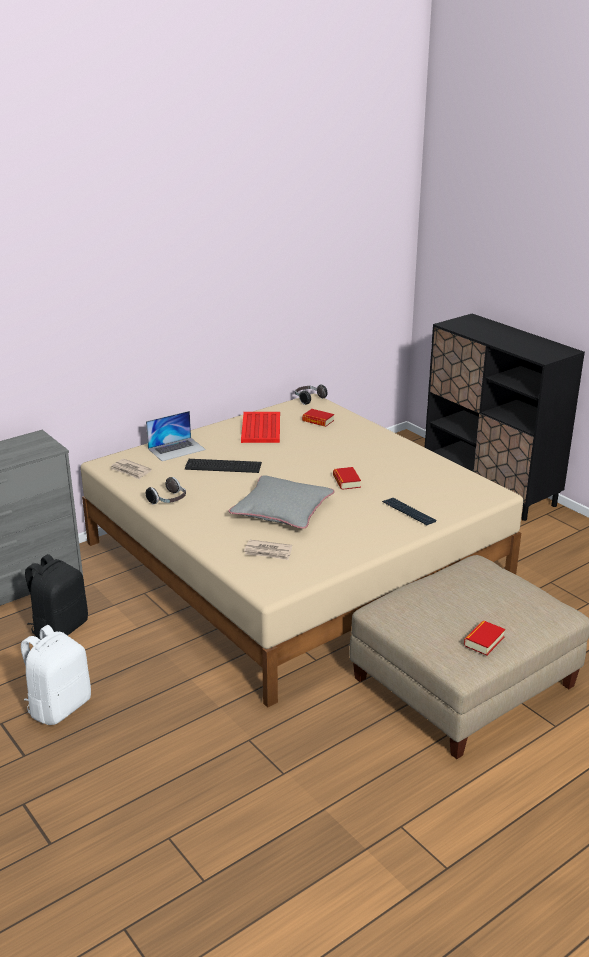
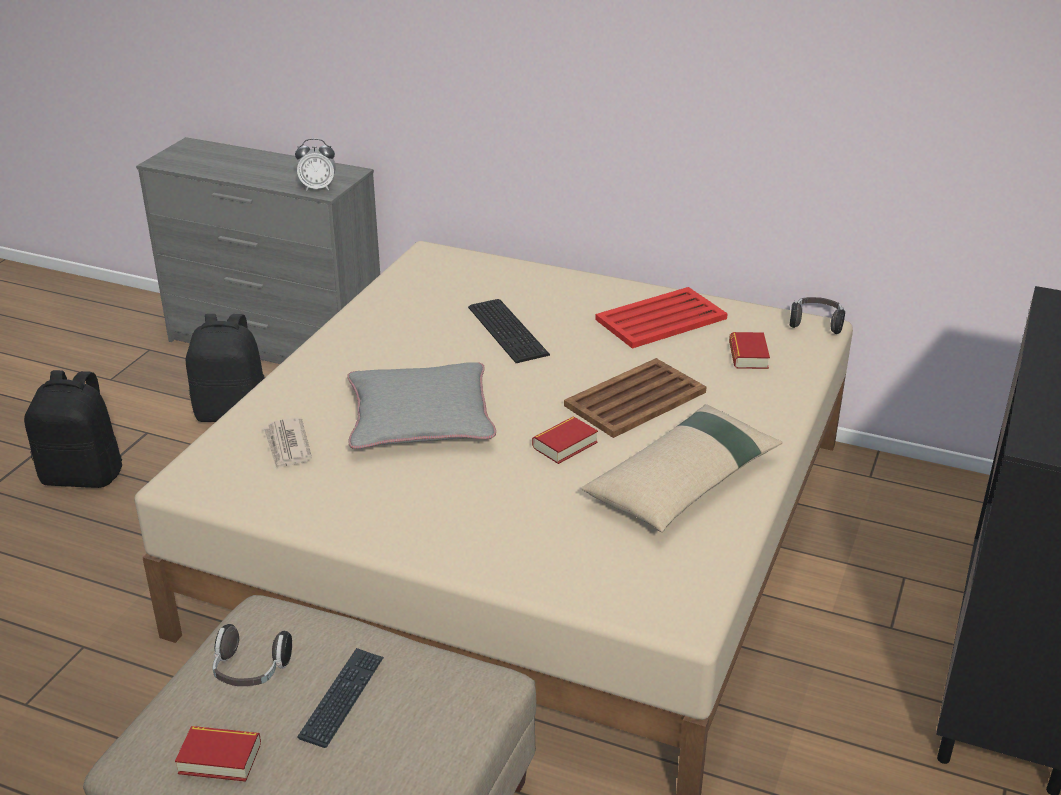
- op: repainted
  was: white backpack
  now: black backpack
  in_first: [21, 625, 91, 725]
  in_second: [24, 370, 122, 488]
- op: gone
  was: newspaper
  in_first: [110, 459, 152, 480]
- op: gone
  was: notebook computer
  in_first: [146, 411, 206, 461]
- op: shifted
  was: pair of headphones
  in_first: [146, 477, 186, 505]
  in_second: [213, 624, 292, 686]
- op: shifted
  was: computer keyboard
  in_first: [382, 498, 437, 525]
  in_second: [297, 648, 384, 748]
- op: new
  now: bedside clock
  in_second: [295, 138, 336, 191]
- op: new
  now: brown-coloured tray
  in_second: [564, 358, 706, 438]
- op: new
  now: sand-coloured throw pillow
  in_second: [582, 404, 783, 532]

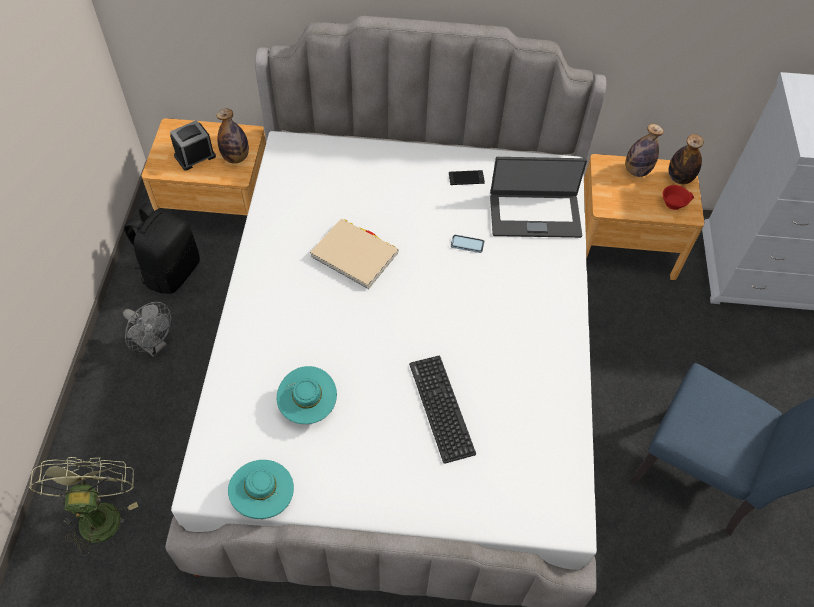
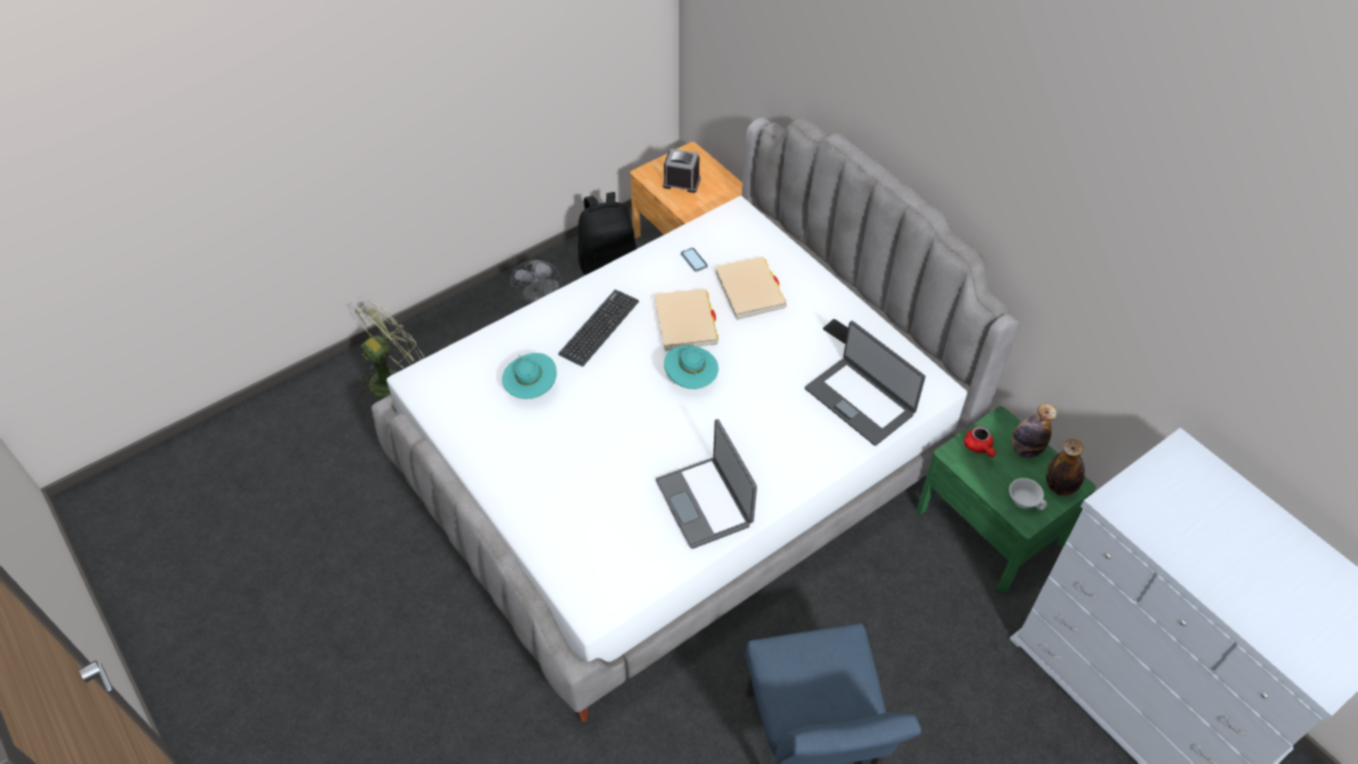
- op: gone
  was: bottle
  in_first: [216, 109, 249, 164]
- op: shifted
  was: blue-green hat
  in_first: [228, 460, 294, 519]
  in_second: [664, 345, 718, 389]
- op: shifted
  was: computer keyboard
  in_first: [409, 355, 476, 464]
  in_second: [558, 290, 639, 367]
- op: shifted
  was: phone
  in_first: [451, 235, 484, 253]
  in_second: [681, 248, 708, 272]
- op: repainted
  was: brown-coloured bedside table
  now: green bedside table
  in_first: [584, 154, 704, 280]
  in_second: [916, 406, 1096, 593]
- op: repainted
  was: red cup
  now: white cup
  in_first: [663, 185, 694, 210]
  in_second: [1009, 478, 1047, 510]
- op: new
  now: notebook computer
  in_second: [656, 419, 757, 549]
- op: new
  now: sand-coloured bound book
  in_second: [715, 257, 787, 320]
- op: new
  now: red tea pot
  in_second: [963, 426, 996, 457]

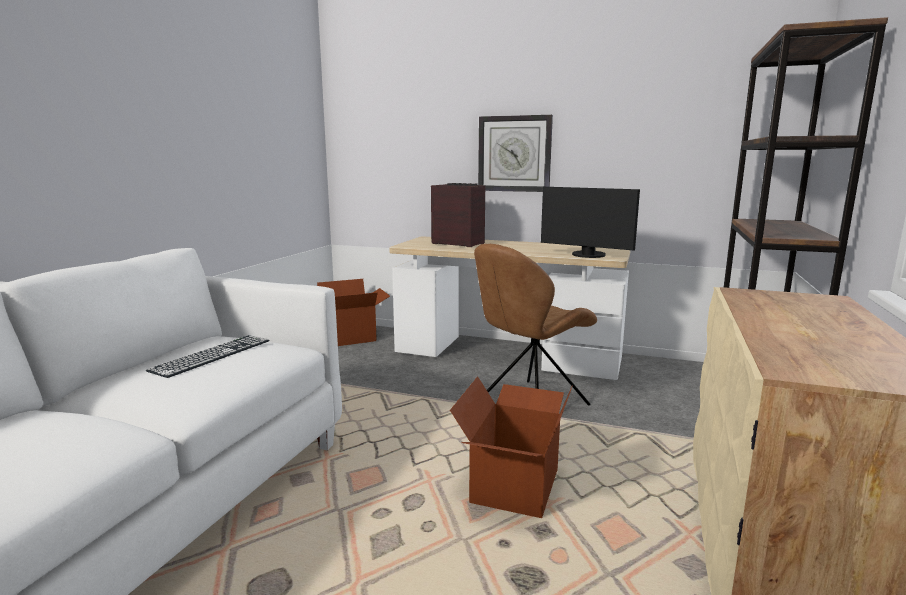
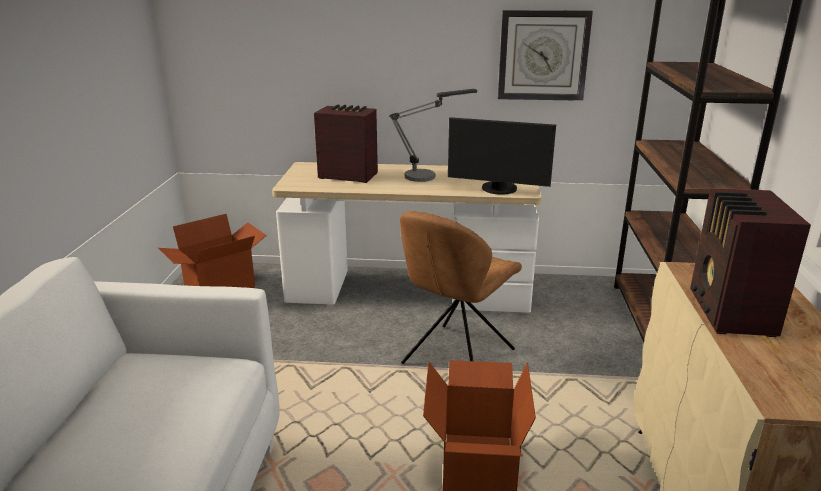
- op: gone
  was: computer keyboard
  in_first: [146, 335, 270, 378]
- op: shifted
  was: wall clock
  in_first: [478, 115, 553, 192]
  in_second: [498, 10, 593, 101]
- op: new
  now: tabletop lamp
  in_second: [389, 89, 477, 182]
- op: new
  now: radio
  in_second: [690, 188, 811, 337]

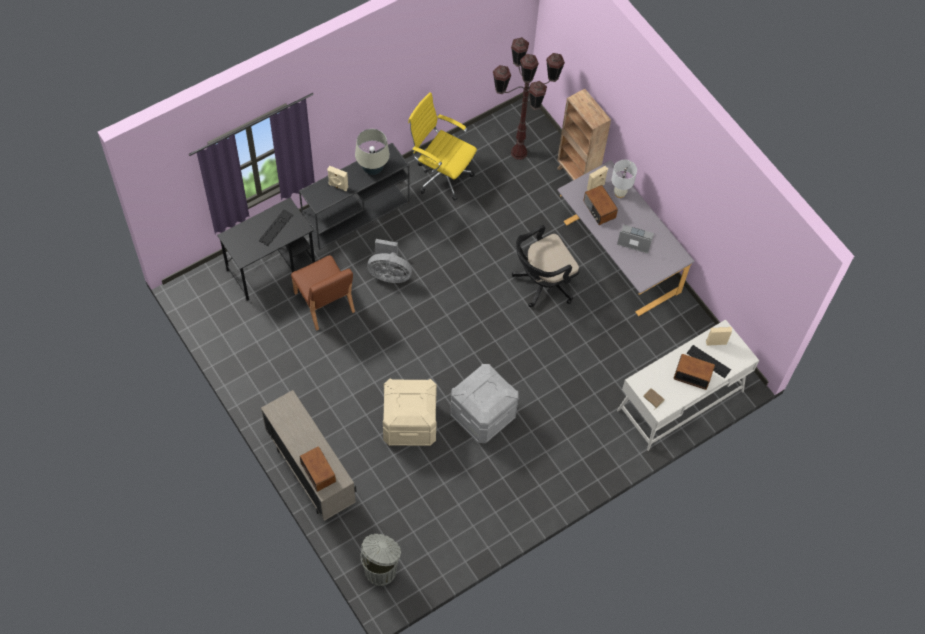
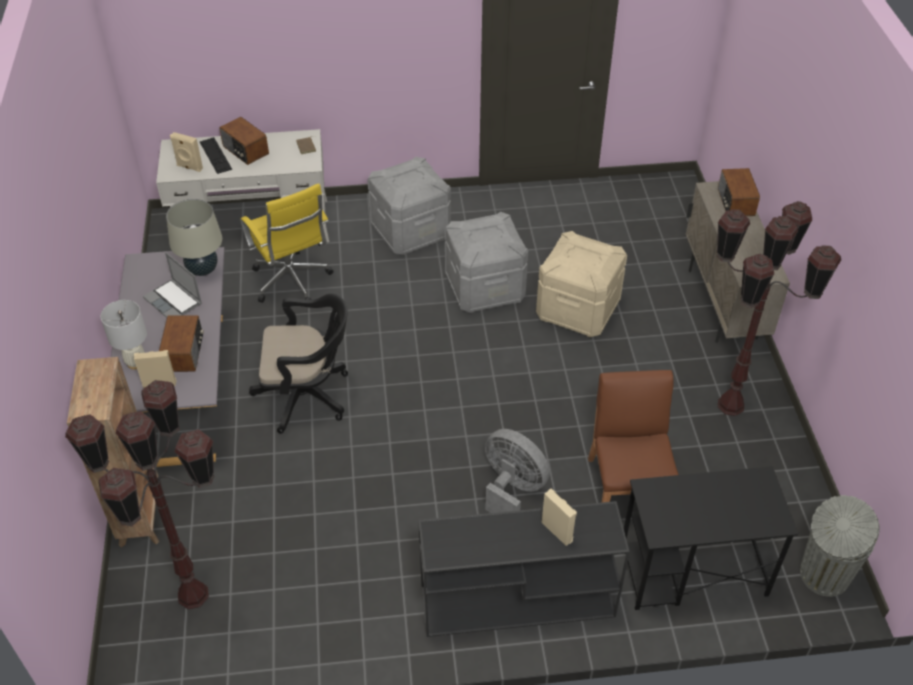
- op: gone
  was: computer keyboard
  in_first: [259, 209, 293, 246]
- op: shifted
  was: sand-coloured tabletop lamp
  in_first: [355, 129, 390, 175]
  in_second: [166, 199, 222, 276]
- op: shifted
  was: greyish trash can
  in_first: [360, 534, 401, 586]
  in_second: [800, 495, 880, 597]
- op: shifted
  was: yellow office chair
  in_first: [408, 92, 477, 201]
  in_second: [240, 183, 334, 303]
- op: new
  now: greyish storage bin
  in_second: [367, 157, 451, 255]
- op: new
  now: brown-coloured standard lamp
  in_second: [717, 201, 841, 416]

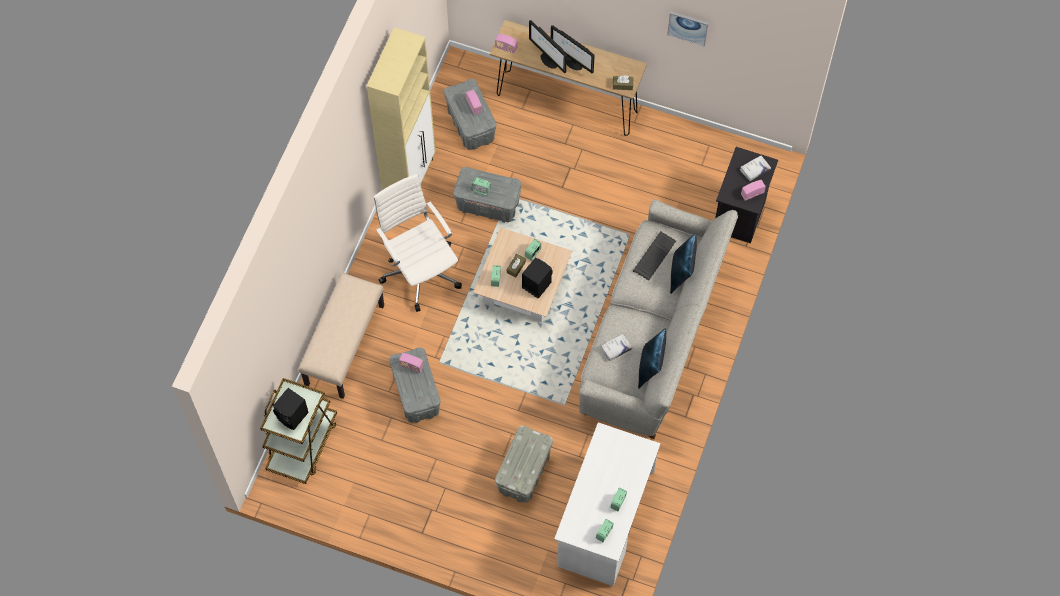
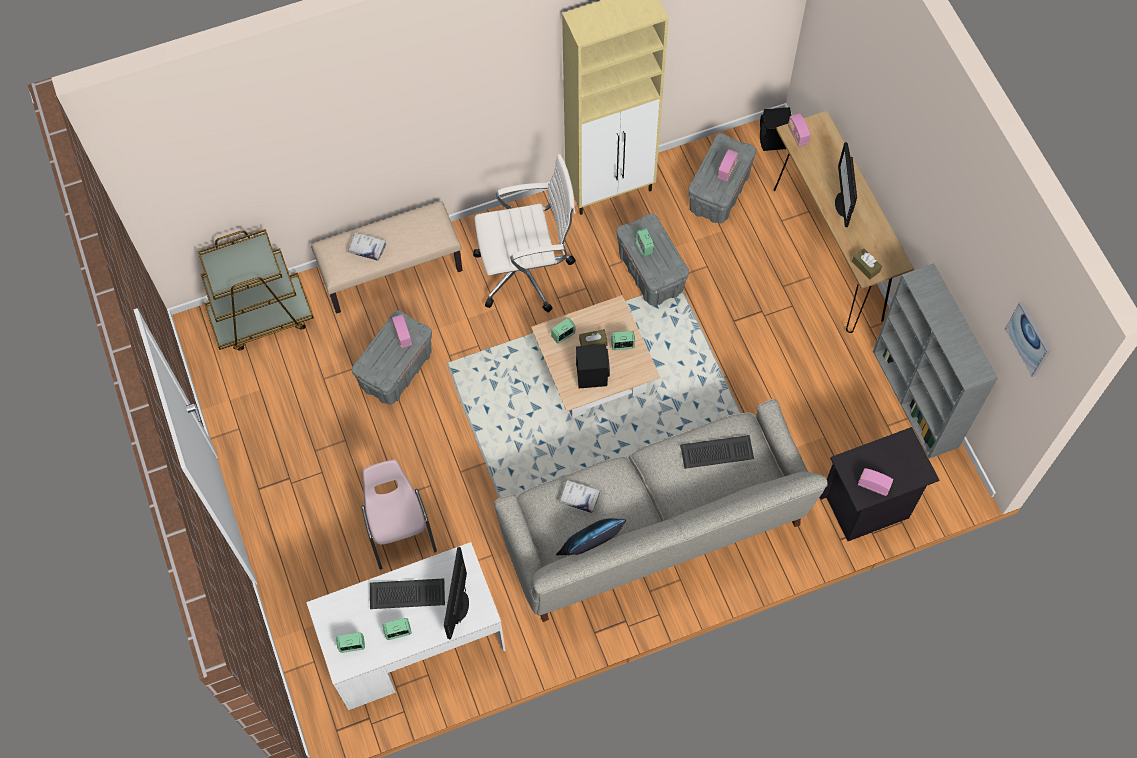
- op: shifted
  was: black speaker
  in_first: [273, 388, 309, 430]
  in_second: [760, 107, 791, 151]
- op: rotated
  was: white office chair
  in_first: [374, 174, 462, 312]
  in_second: [473, 154, 576, 313]
  clockwise: 60
- op: swapped
  was: greyish storage bin
  now: pink-coloured chair
  in_first: [495, 426, 553, 503]
  in_second: [361, 459, 437, 569]
- op: shifted
  was: monitor
  in_first: [529, 20, 567, 73]
  in_second: [444, 547, 469, 639]
- op: shifted
  was: picture
  in_first: [667, 11, 709, 47]
  in_second: [1005, 301, 1051, 377]
- op: gone
  was: blue-coloured throw pillow
  in_first: [670, 233, 697, 294]
- op: shifted
  was: white bound book
  in_first: [740, 155, 771, 181]
  in_second: [348, 233, 386, 261]
- op: new
  now: computer keyboard
  in_second: [370, 578, 445, 609]
- op: new
  now: greyish bookshelf
  in_second: [873, 263, 998, 459]

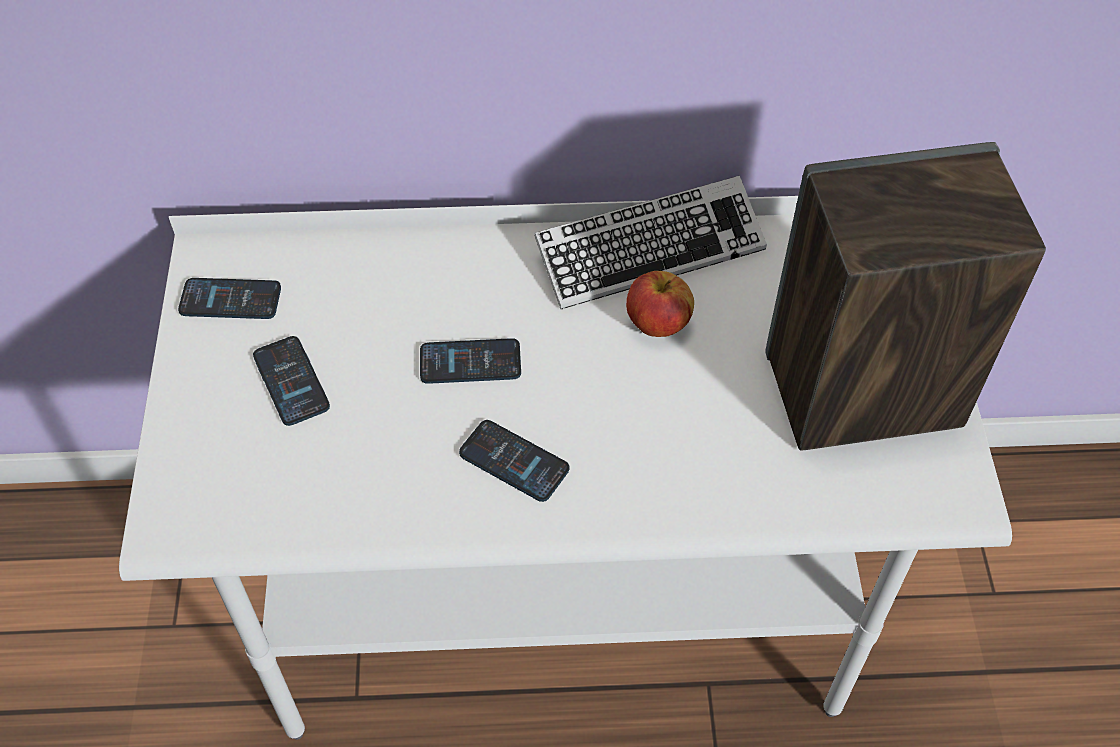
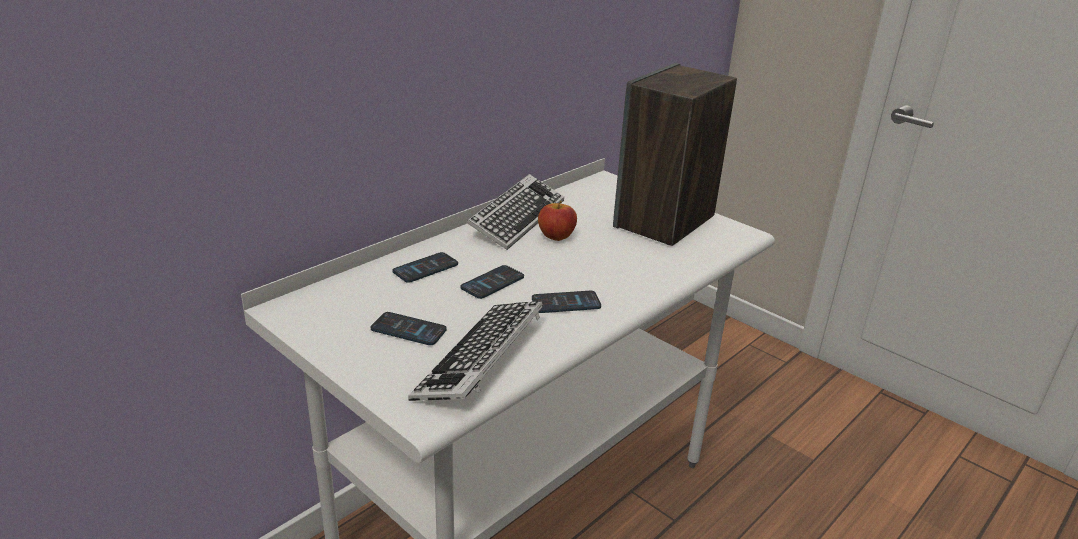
- op: shifted
  was: phone
  in_first: [178, 278, 281, 319]
  in_second: [393, 252, 458, 283]
- op: new
  now: computer keyboard
  in_second: [408, 301, 543, 401]

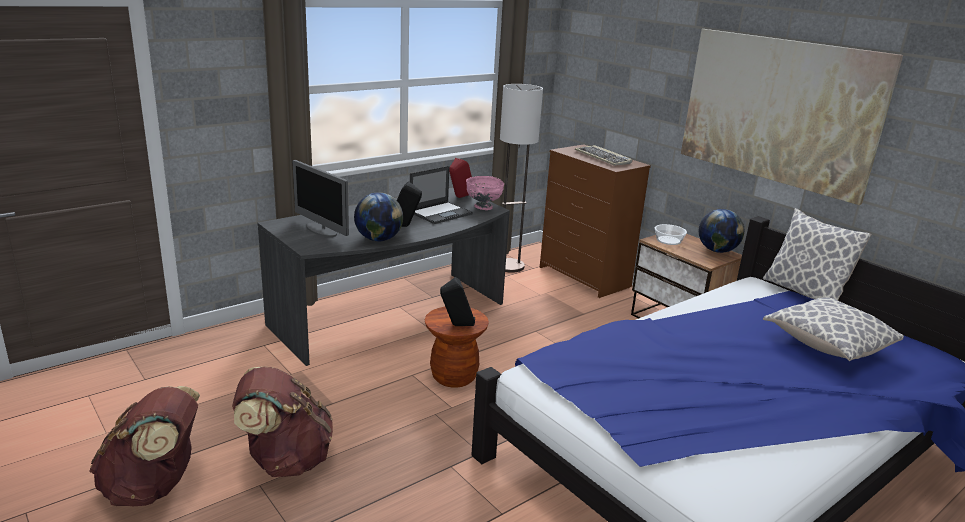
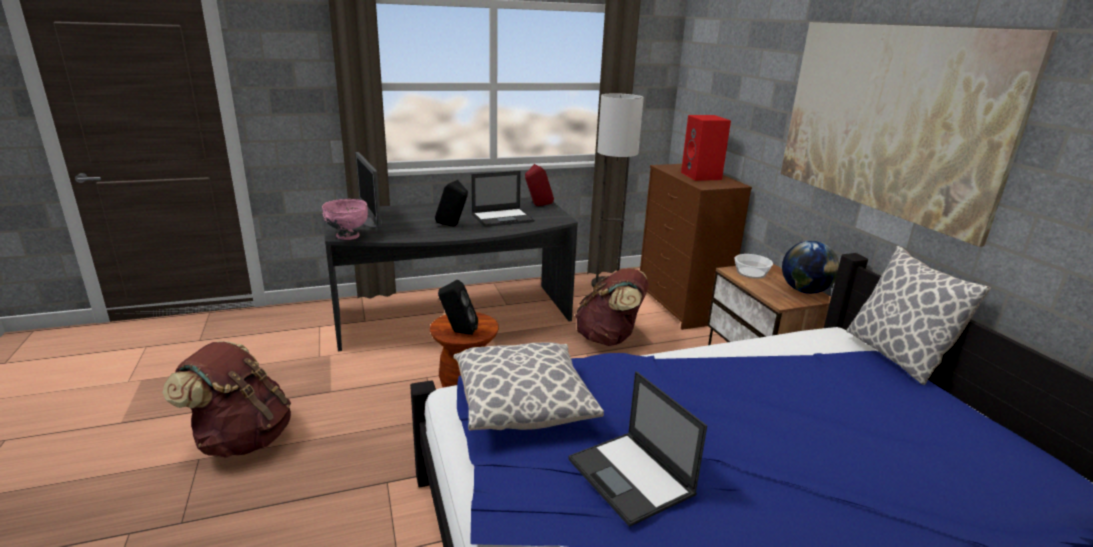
- op: shifted
  was: brown-coloured backpack
  in_first: [89, 386, 200, 506]
  in_second: [575, 268, 649, 346]
- op: gone
  was: world globe
  in_first: [354, 193, 403, 241]
- op: shifted
  was: pink-coloured bowl
  in_first: [466, 176, 504, 210]
  in_second: [322, 199, 368, 240]
- op: swapped
  was: computer keyboard
  now: red speaker
  in_first: [575, 145, 632, 166]
  in_second: [681, 115, 731, 181]
- op: shifted
  was: throw pillow
  in_first: [763, 297, 904, 361]
  in_second: [453, 343, 604, 431]
- op: new
  now: notebook computer
  in_second: [568, 371, 707, 527]

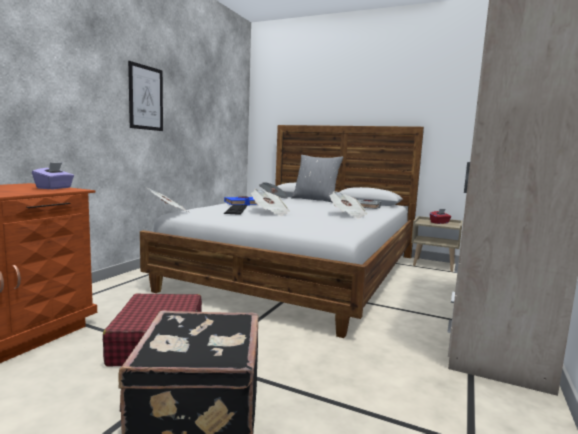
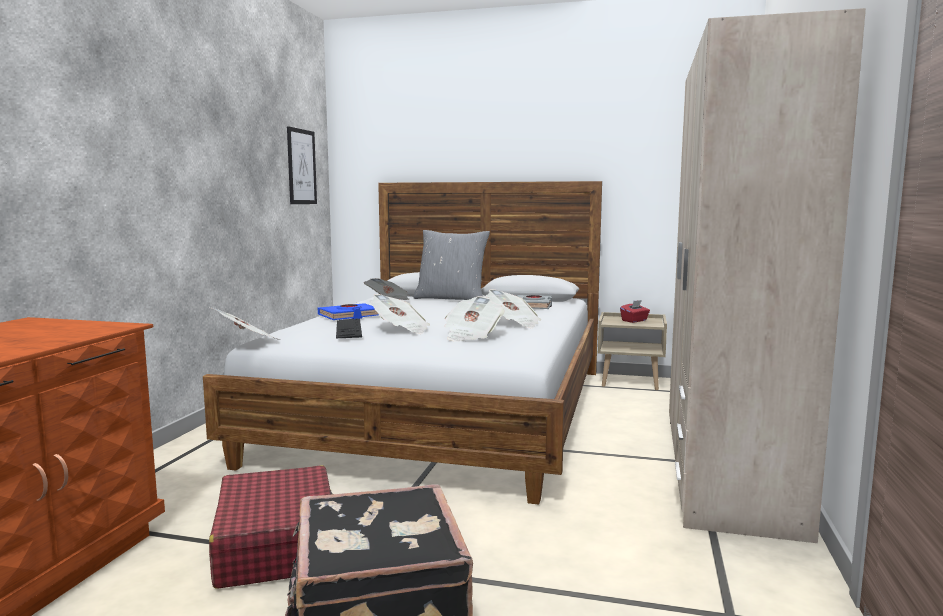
- op: gone
  was: purple-coloured box of tissues
  in_first: [32, 163, 74, 189]
- op: shifted
  was: picture
  in_first: [128, 61, 163, 131]
  in_second: [287, 126, 317, 204]
- op: new
  now: newspaper
  in_second: [444, 296, 504, 342]

